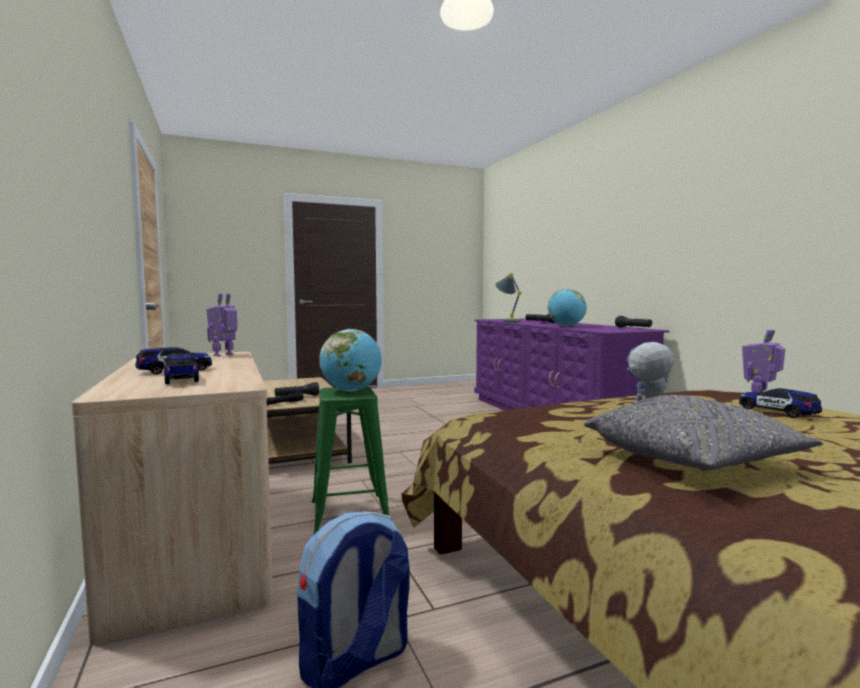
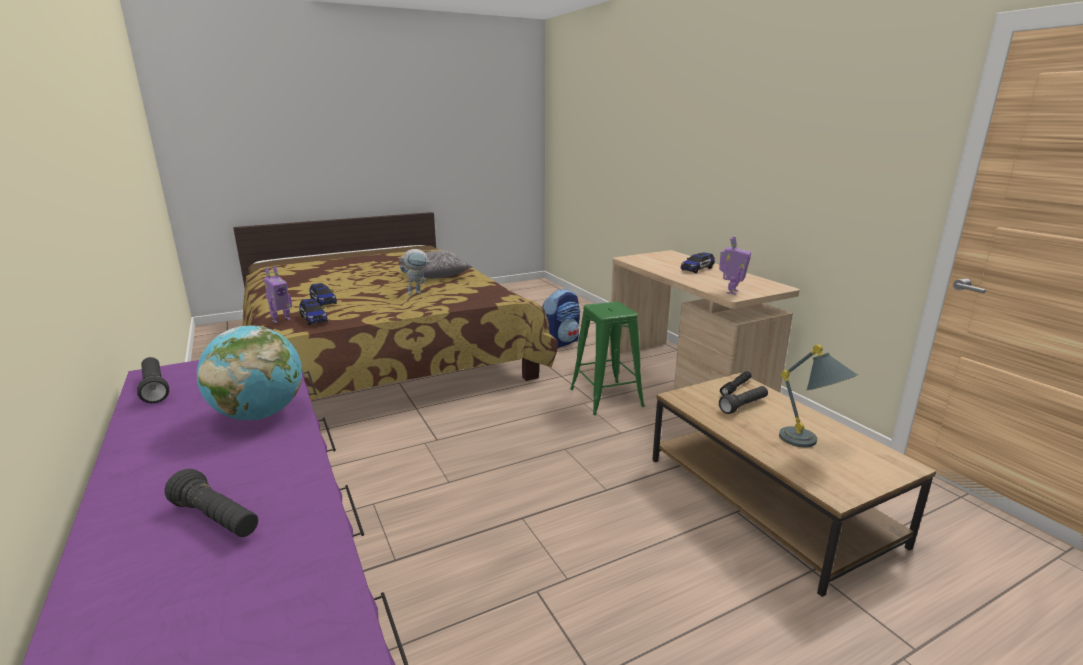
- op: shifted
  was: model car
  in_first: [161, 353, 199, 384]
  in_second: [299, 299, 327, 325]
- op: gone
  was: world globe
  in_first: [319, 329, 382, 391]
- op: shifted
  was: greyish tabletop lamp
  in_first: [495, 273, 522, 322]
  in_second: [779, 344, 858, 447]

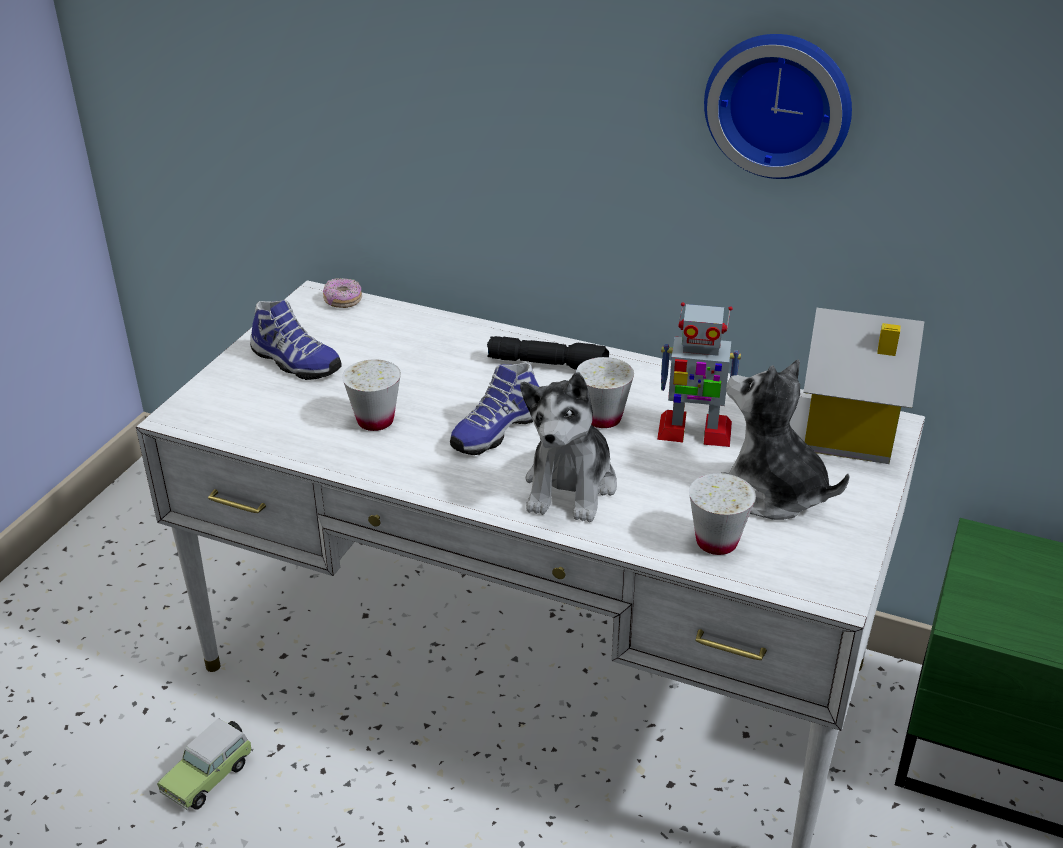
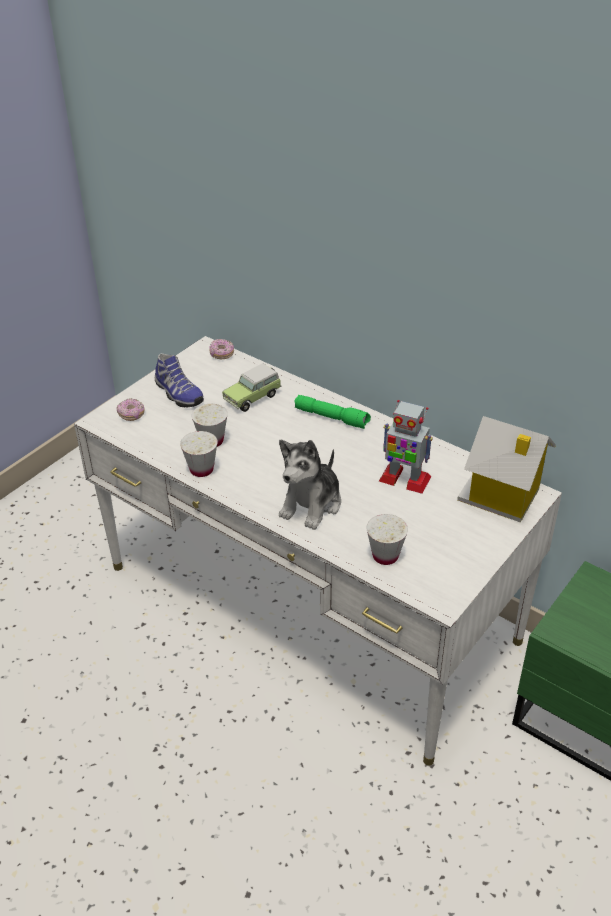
- op: shifted
  was: model car
  in_first: [157, 718, 253, 810]
  in_second: [222, 363, 281, 412]
- op: gone
  was: low shoe
  in_first: [450, 362, 539, 455]
- op: repainted
  was: black torch
  now: green torch
  in_first: [487, 336, 609, 370]
  in_second: [294, 395, 371, 429]
- op: shifted
  was: white cup
  in_first: [576, 357, 634, 428]
  in_second: [180, 431, 218, 477]
- op: gone
  was: wall clock
  in_first: [704, 34, 852, 179]
- op: gone
  was: soft toy
  in_first: [721, 359, 850, 520]
- op: new
  now: donut
  in_second: [117, 398, 145, 421]

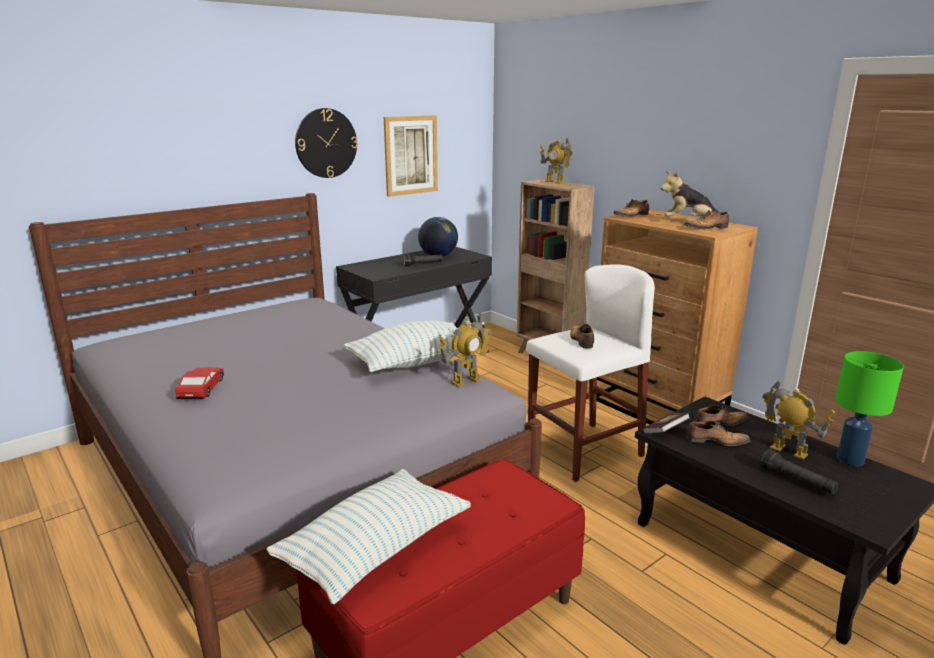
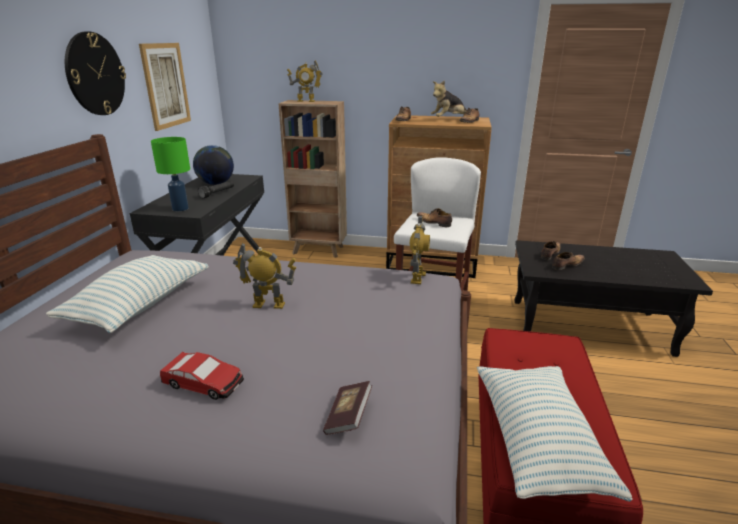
- op: rotated
  was: model car
  in_first: [175, 367, 224, 399]
  in_second: [160, 352, 244, 400]
  clockwise: 150
- op: shifted
  was: throw pillow
  in_first: [344, 320, 458, 372]
  in_second: [46, 255, 209, 333]
- op: shifted
  was: bound book
  in_first: [643, 413, 690, 434]
  in_second: [323, 381, 372, 435]
- op: gone
  was: black torch
  in_first: [760, 449, 838, 494]
- op: shifted
  was: model robot
  in_first: [762, 379, 835, 460]
  in_second: [233, 243, 297, 309]
- op: shifted
  was: green tabletop lamp
  in_first: [835, 351, 904, 466]
  in_second: [151, 137, 190, 211]

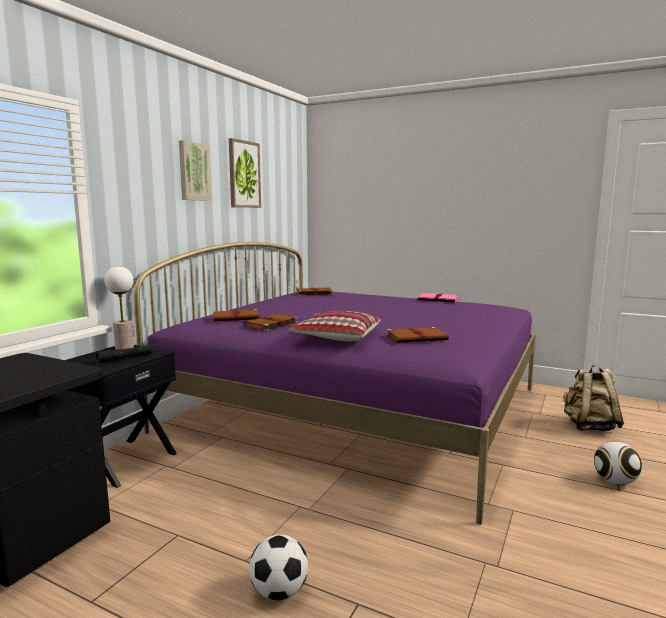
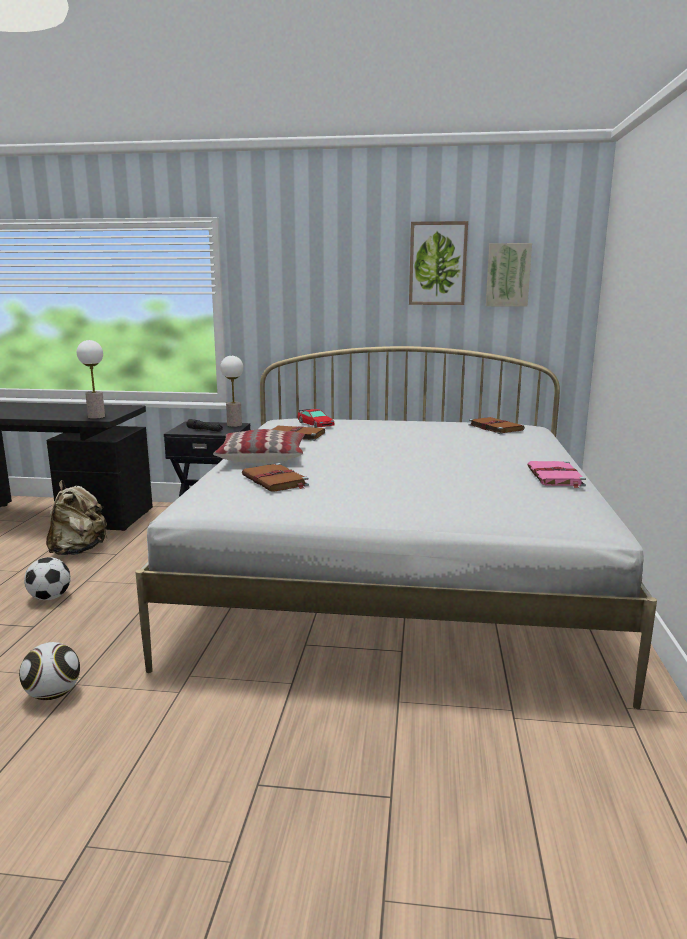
- op: repainted
  was: purple-coloured bedroom bed
  now: white bedroom bed
  in_first: [134, 242, 536, 525]
  in_second: [135, 346, 657, 709]
- op: shifted
  was: picture
  in_first: [179, 140, 212, 201]
  in_second: [486, 243, 532, 307]
- op: swapped
  was: brown-coloured bound book
  now: model car
  in_first: [213, 309, 262, 321]
  in_second: [297, 409, 334, 428]
- op: shifted
  was: sand-coloured backpack
  in_first: [563, 365, 624, 431]
  in_second: [46, 480, 107, 555]
- op: shifted
  was: football
  in_first: [594, 441, 642, 485]
  in_second: [19, 642, 80, 700]
- op: new
  now: tabletop lamp
  in_second: [77, 340, 105, 419]

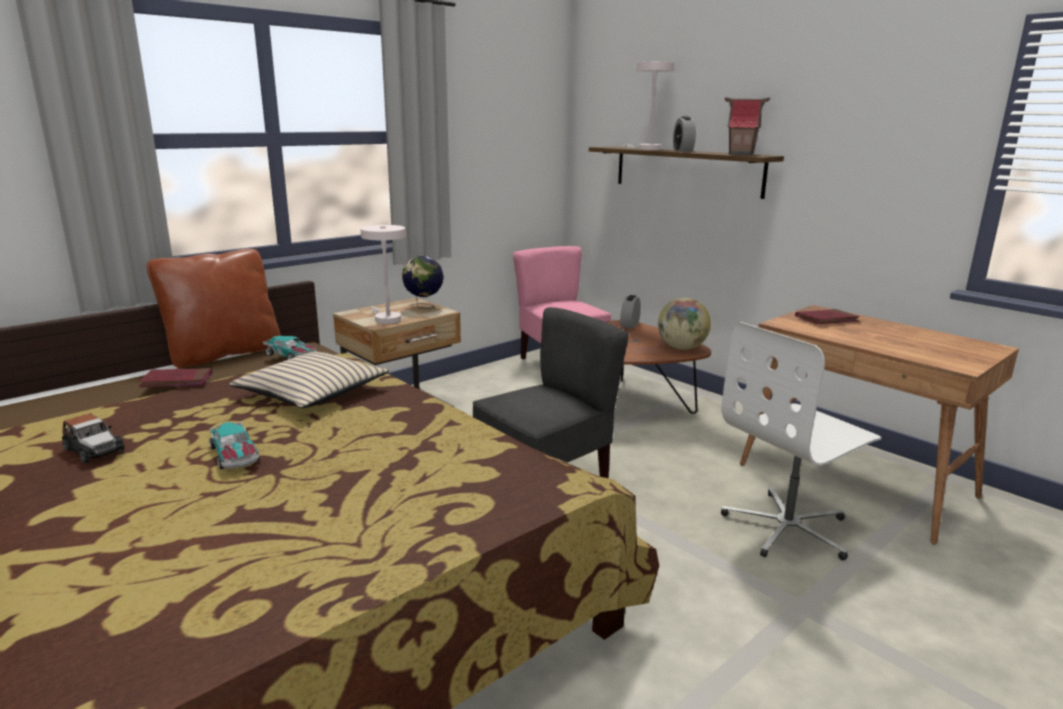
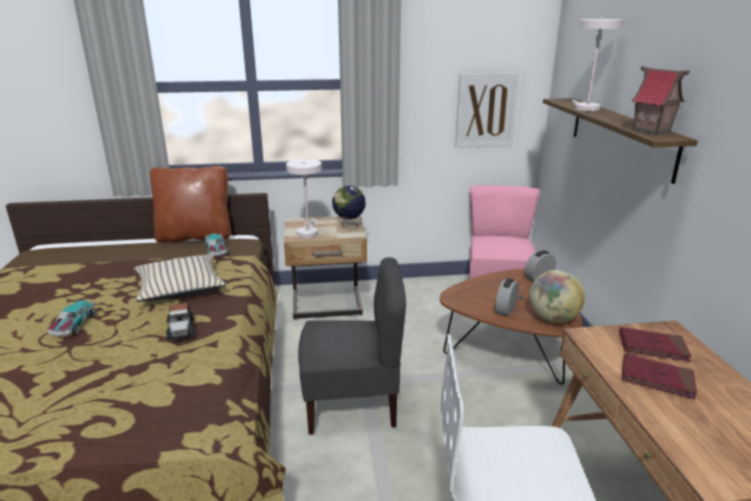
- op: shifted
  was: model car
  in_first: [62, 413, 125, 464]
  in_second: [166, 303, 194, 341]
- op: shifted
  was: red bound book
  in_first: [138, 368, 212, 387]
  in_second: [622, 353, 697, 399]
- op: shifted
  was: bedside clock
  in_first: [673, 116, 696, 152]
  in_second: [495, 278, 519, 317]
- op: new
  now: picture
  in_second: [455, 73, 520, 148]

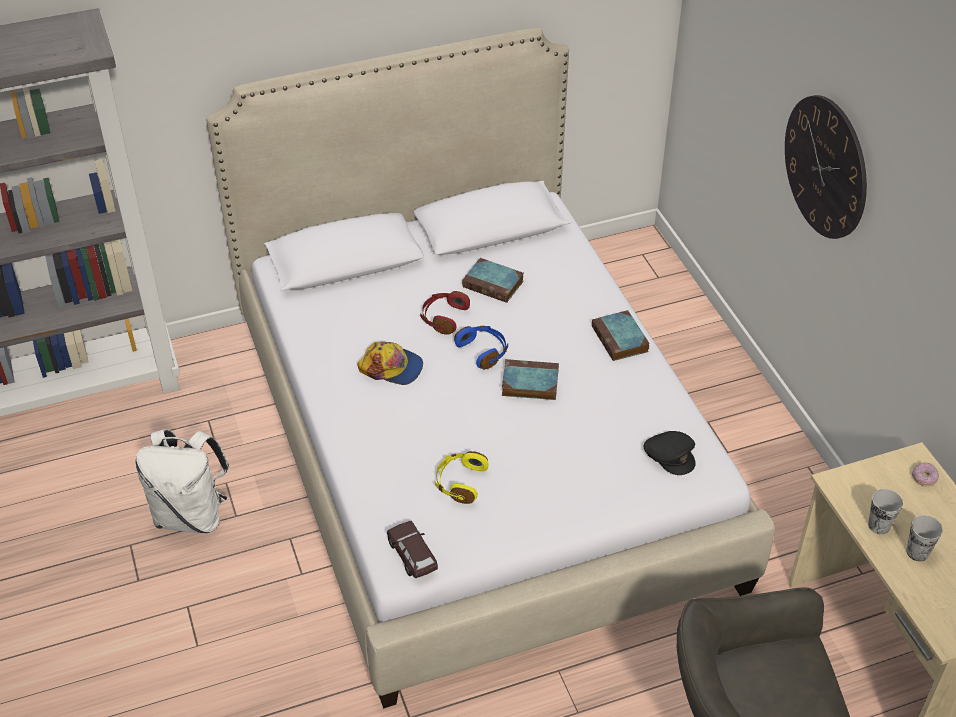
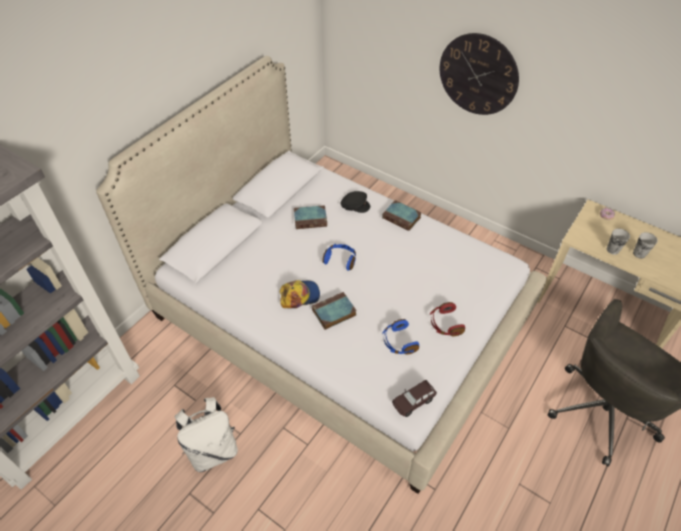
- op: rotated
  was: brown-coloured model car
  in_first: [387, 521, 438, 578]
  in_second: [392, 380, 437, 417]
  clockwise: -60
- op: shifted
  was: red pair of headphones
  in_first: [420, 291, 470, 335]
  in_second: [430, 302, 465, 336]
- op: repainted
  was: yellow pair of headphones
  now: blue-coloured pair of headphones
  in_first: [435, 451, 489, 504]
  in_second: [382, 319, 419, 355]
- op: shifted
  was: bound book
  in_first: [502, 359, 559, 400]
  in_second: [312, 292, 357, 330]
- op: shifted
  was: black baseball cap
  in_first: [644, 431, 696, 475]
  in_second: [340, 191, 370, 213]

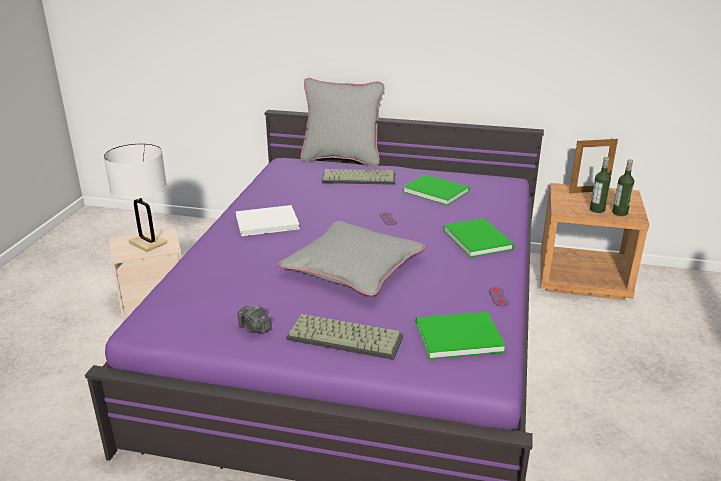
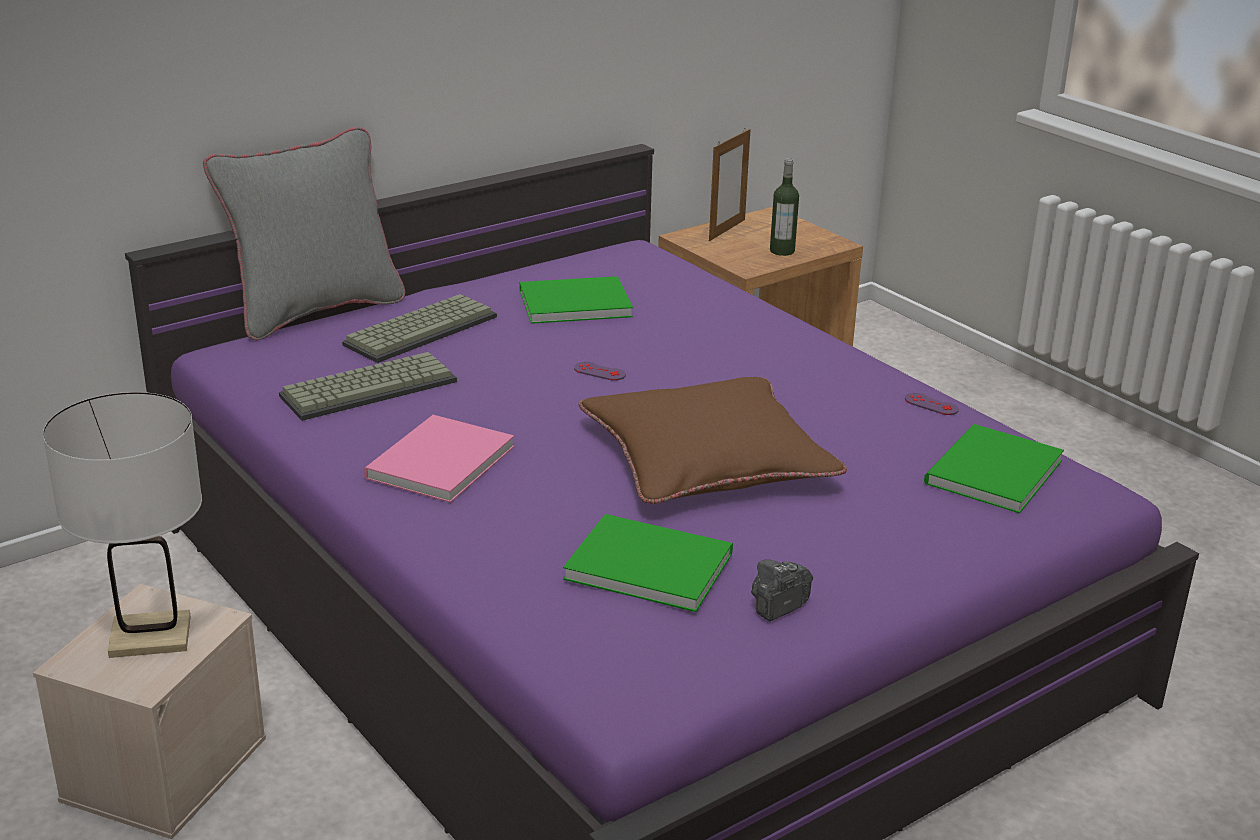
- op: repainted
  was: white bound book
  now: pink-coloured bound book
  in_first: [236, 205, 300, 236]
  in_second: [363, 415, 514, 503]
- op: rotated
  was: photo camera
  in_first: [237, 305, 272, 334]
  in_second: [751, 559, 813, 621]
  clockwise: 150
- op: repainted
  was: greyish throw pillow
  now: brown-coloured throw pillow
  in_first: [278, 221, 425, 296]
  in_second: [578, 377, 847, 504]
- op: shifted
  was: computer keyboard
  in_first: [286, 314, 403, 360]
  in_second: [279, 352, 457, 421]
- op: shifted
  was: green bound book
  in_first: [444, 218, 515, 257]
  in_second: [563, 514, 733, 612]
- op: gone
  was: bottle
  in_first: [612, 159, 634, 216]

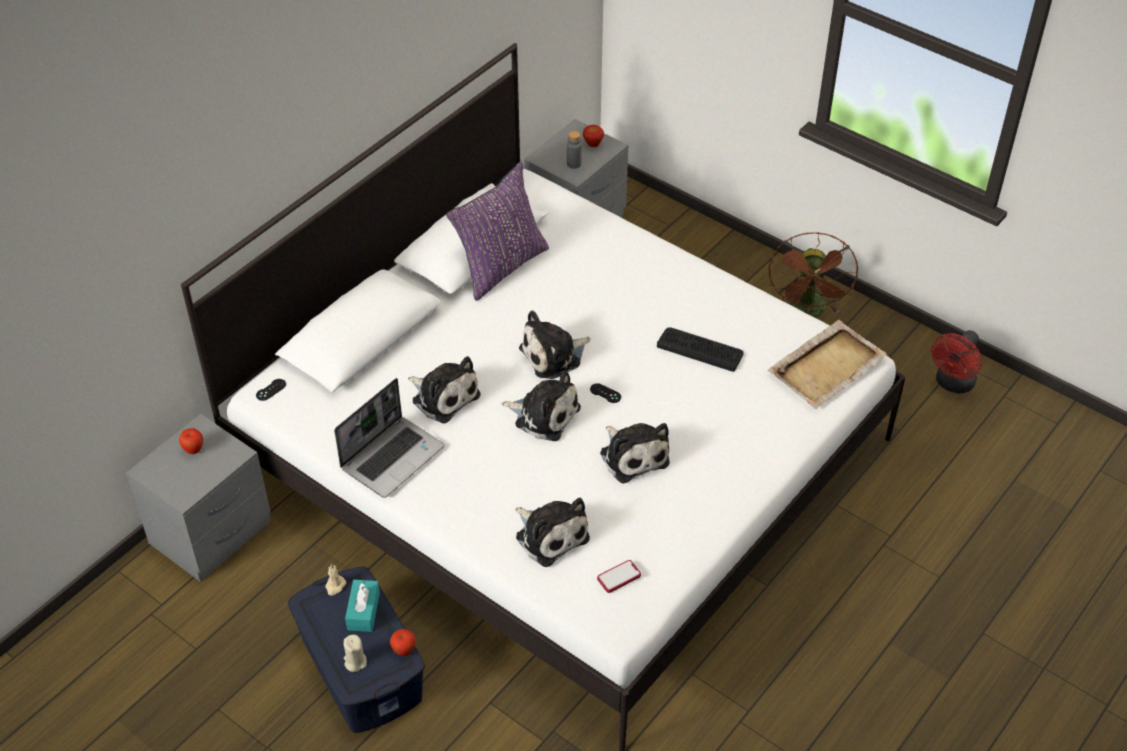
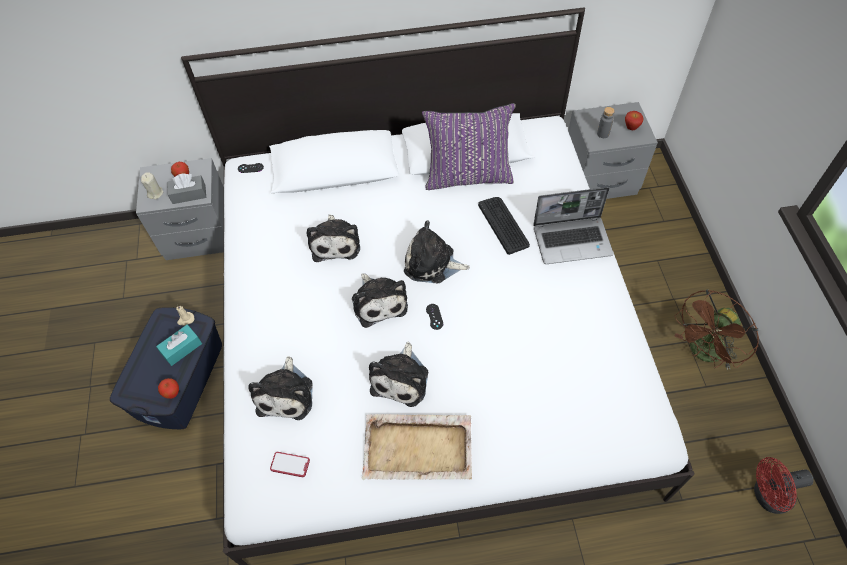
- op: shifted
  was: notebook computer
  in_first: [334, 378, 444, 498]
  in_second: [533, 187, 614, 264]
- op: shifted
  was: sand-coloured candle
  in_first: [344, 635, 367, 672]
  in_second: [141, 173, 163, 200]
- op: shifted
  was: computer keyboard
  in_first: [657, 327, 743, 372]
  in_second: [478, 197, 530, 255]
- op: shifted
  was: sand-coloured tray
  in_first: [768, 320, 887, 409]
  in_second: [362, 414, 472, 480]
- op: new
  now: greyish box of tissues
  in_second: [167, 174, 206, 204]

